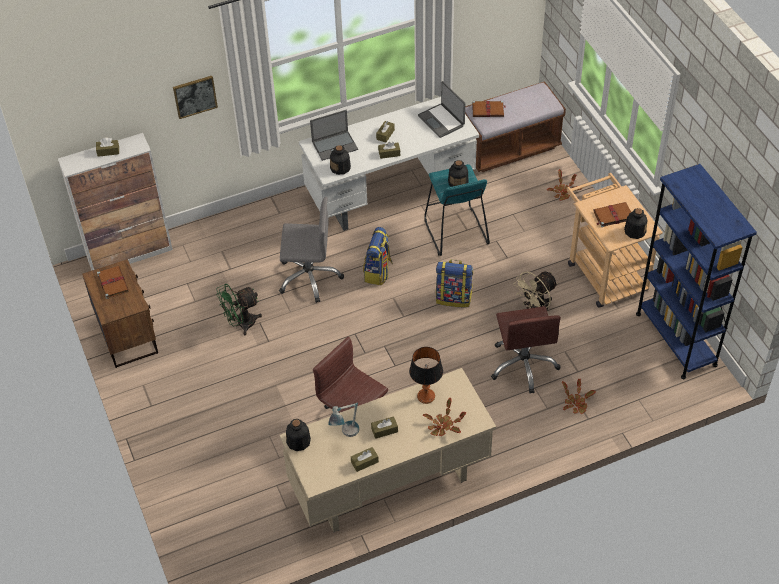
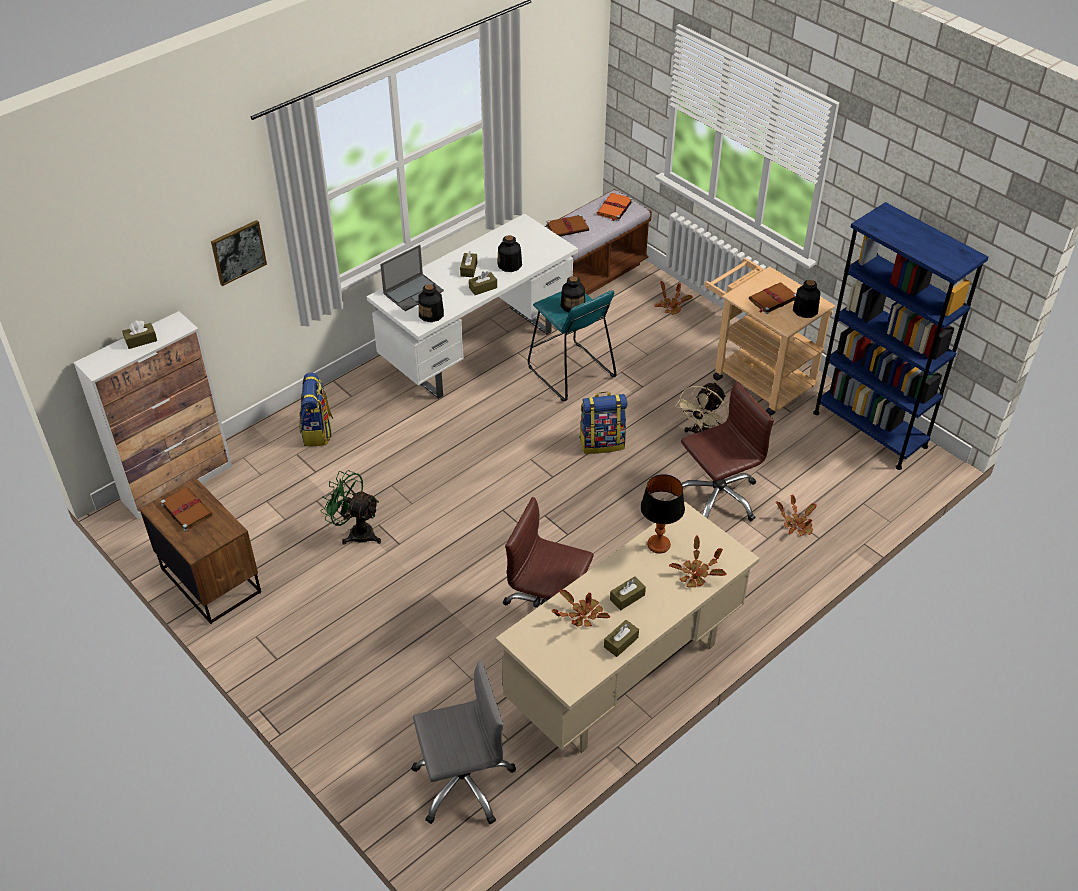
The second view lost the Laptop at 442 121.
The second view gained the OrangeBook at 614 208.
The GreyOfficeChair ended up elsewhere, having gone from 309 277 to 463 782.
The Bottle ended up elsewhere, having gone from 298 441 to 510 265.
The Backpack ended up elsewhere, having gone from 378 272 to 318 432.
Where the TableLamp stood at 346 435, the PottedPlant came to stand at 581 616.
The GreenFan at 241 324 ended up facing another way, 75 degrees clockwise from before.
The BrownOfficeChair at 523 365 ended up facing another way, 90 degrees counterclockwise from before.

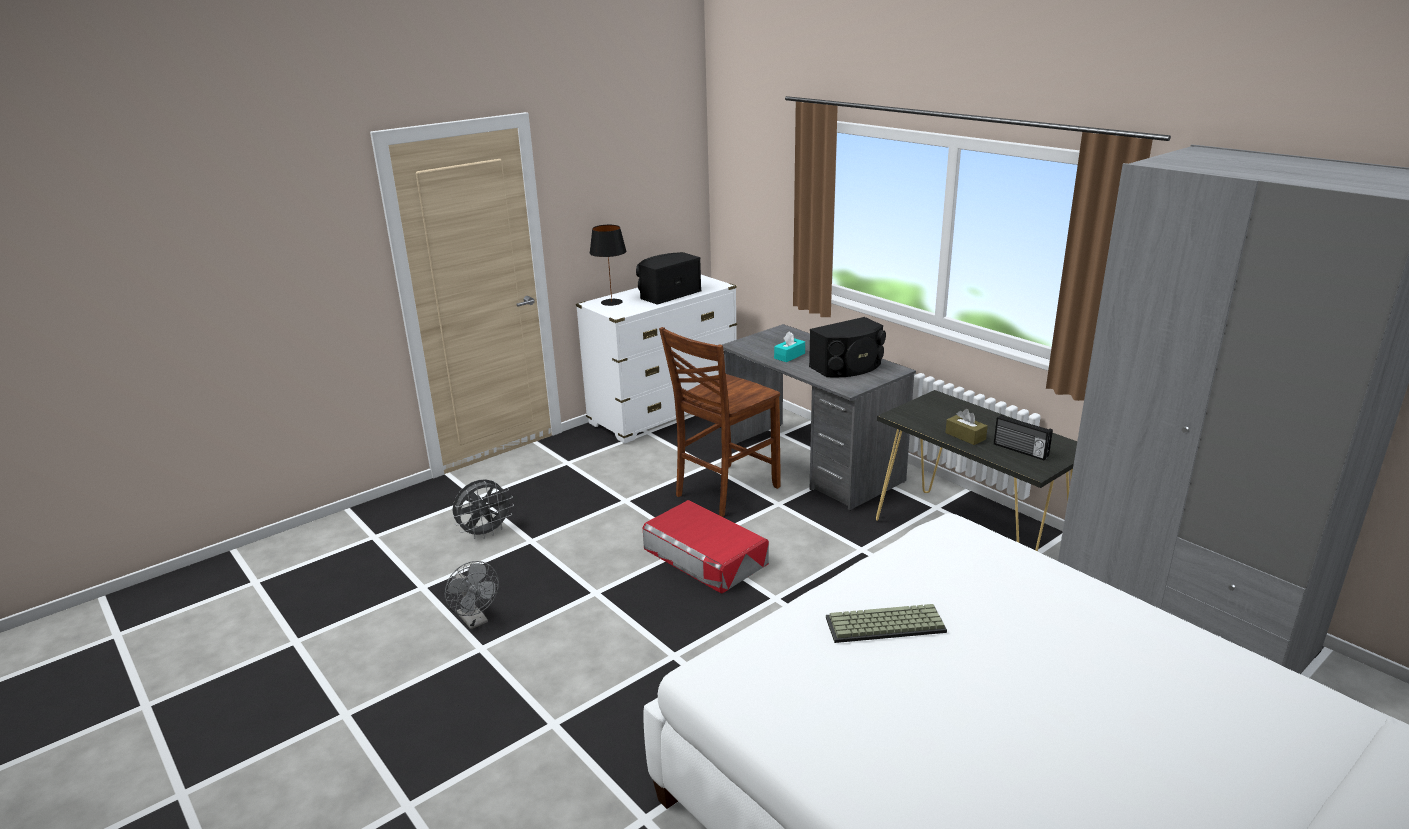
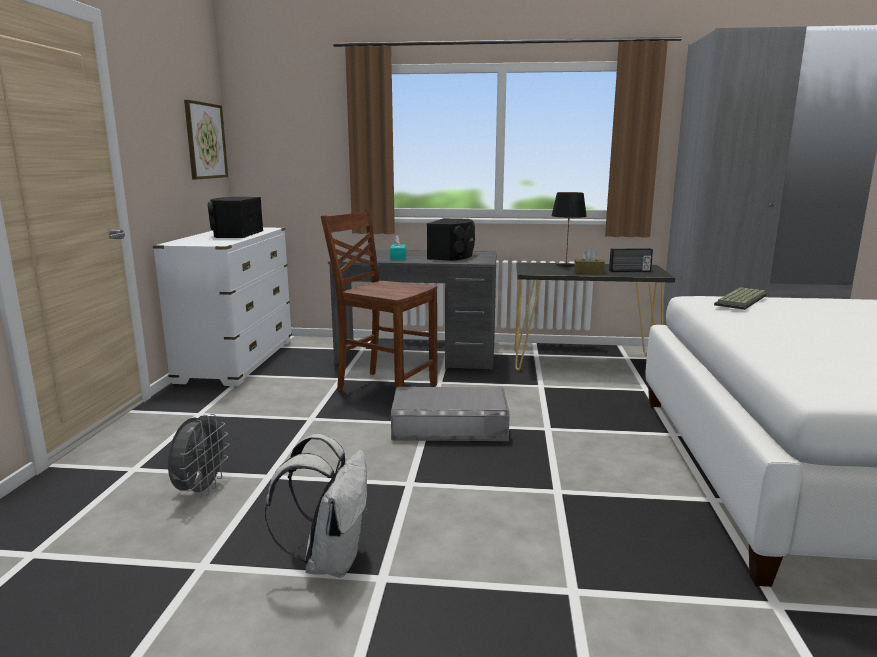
The second view gained the Picture at 205 141.
The BlackTableLamp ended up elsewhere, having gone from 612 302 to 566 265.
The Keyboard ended up elsewhere, having gone from 884 626 to 742 300.
Where the GreyFan stood at 475 621, the WhiteBackpack came to stand at 330 560.
What was the RedStorageBox at 704 556 turned into the GreyStorageBox at 449 426.
The BrownChair at 724 491 ended up facing another way, 120 degrees clockwise from before.

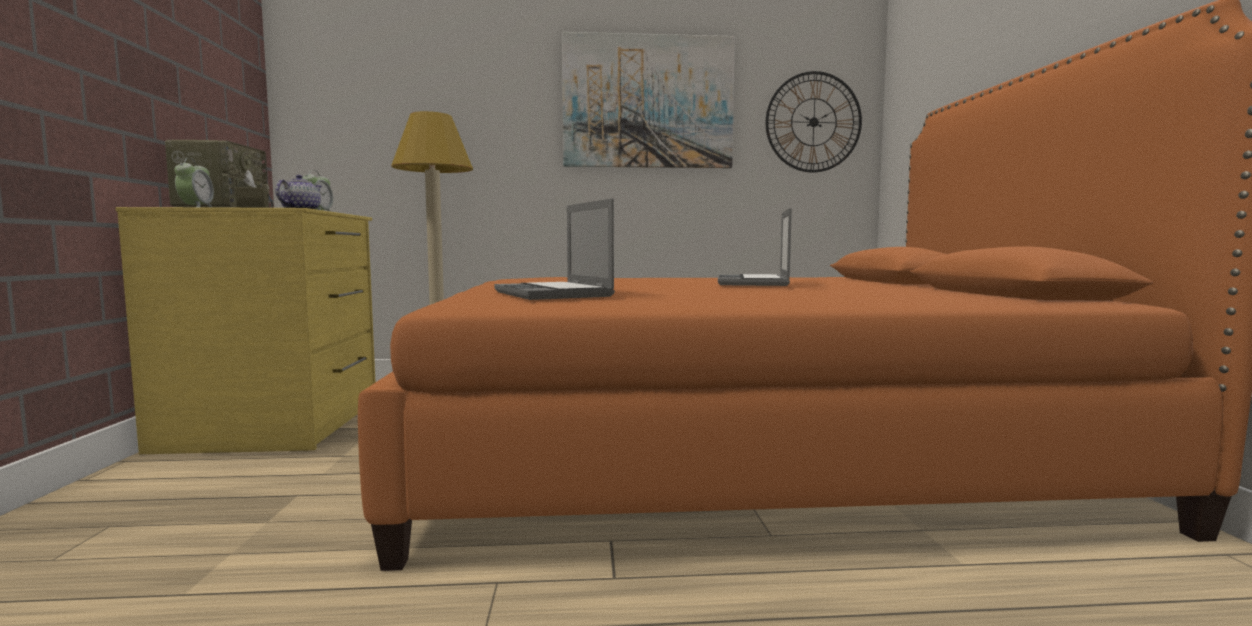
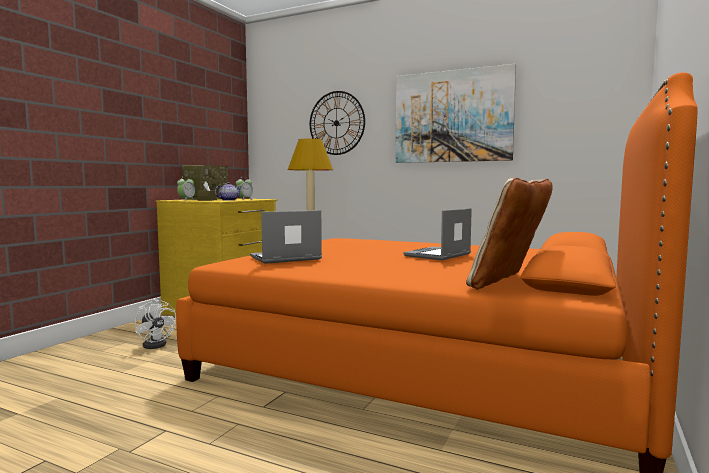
The second view gained the WhiteFan at 157 344.
The second view gained the BeigePillow at 509 283.
The WallClock ended up elsewhere, having gone from 813 122 to 336 123.
The Laptop at 554 294 ended up facing another way, 60 degrees clockwise from before.

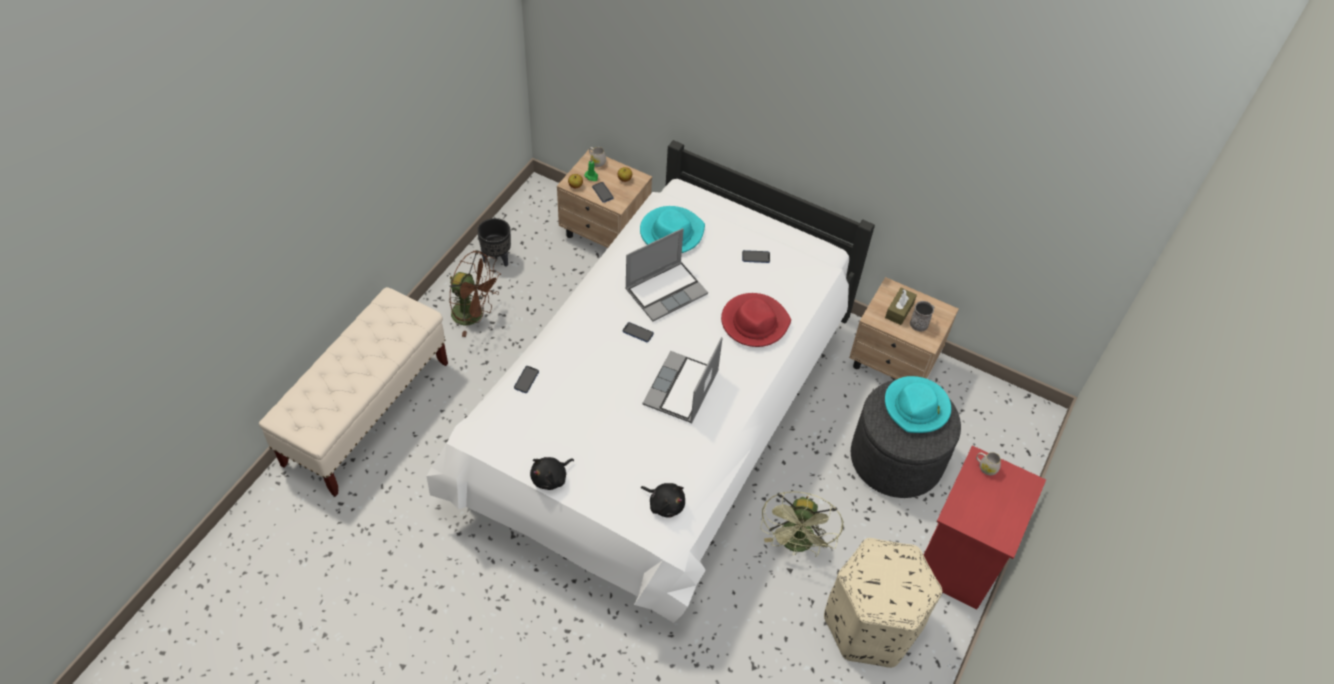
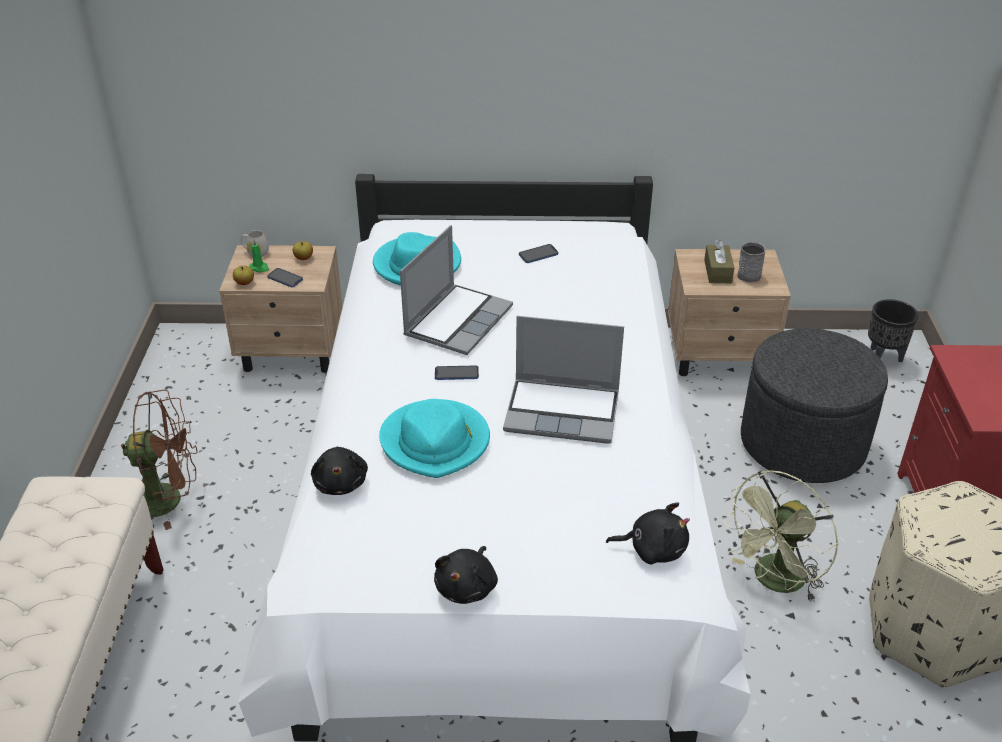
The second view lost the RedHat at 754 322.
The second view lost the WhiteMug at 985 467.
The BlackPlanter ended up elsewhere, having gone from 496 258 to 882 359.
The TurquoiseHat ended up elsewhere, having gone from 917 407 to 436 442.
Where the Phone stood at 526 380, the BlackPlushToy came to stand at 341 482.
The Laptop at 682 390 ended up facing another way, 75 degrees counterclockwise from before.
The GreenFan at 796 544 ended up facing another way, 60 degrees clockwise from before.

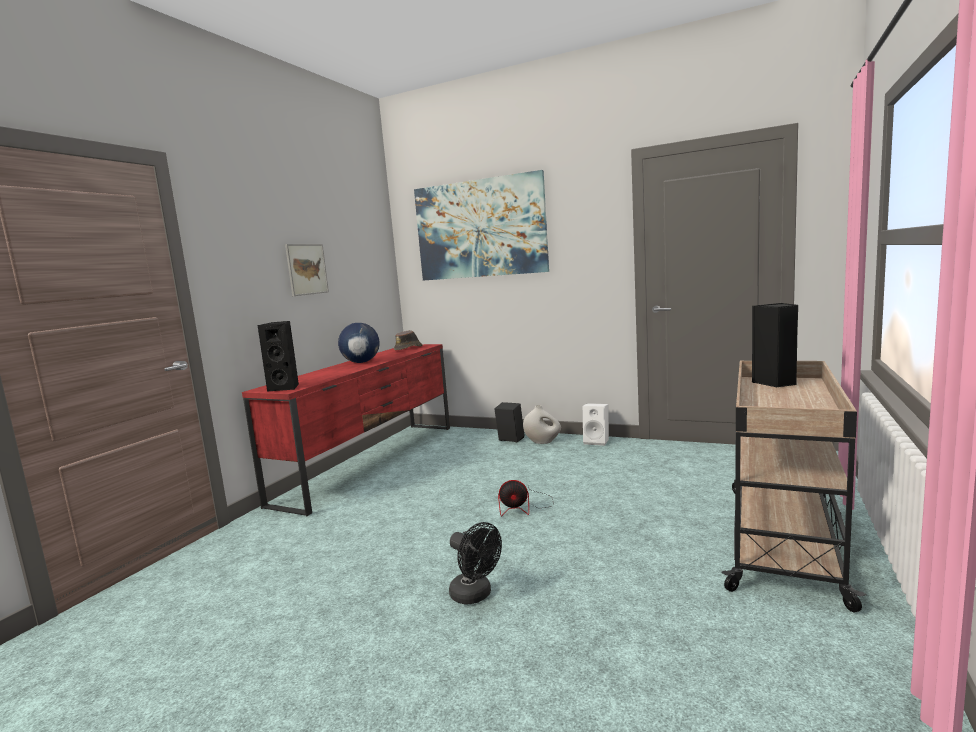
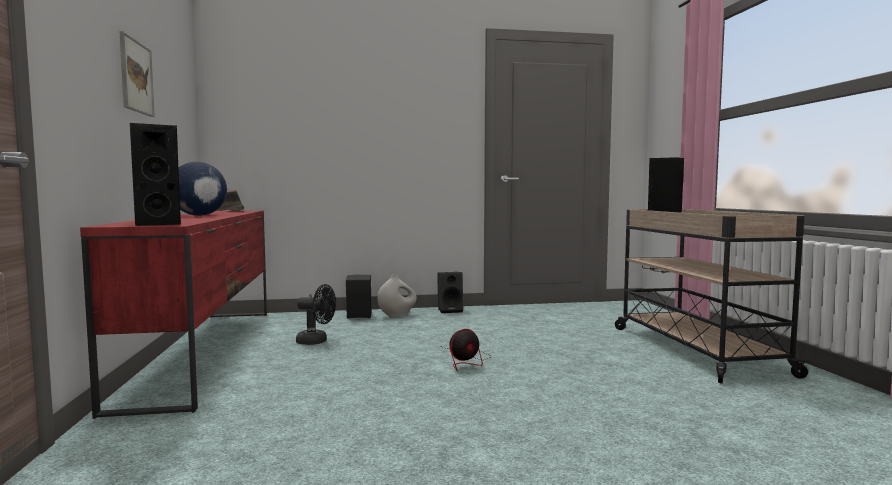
The second view lost the Picture at 480 229.
The BlackFan ended up elsewhere, having gone from 475 595 to 316 341.
What was the WhiteSpeaker at 597 441 turned into the BlackSpeaker at 450 310.

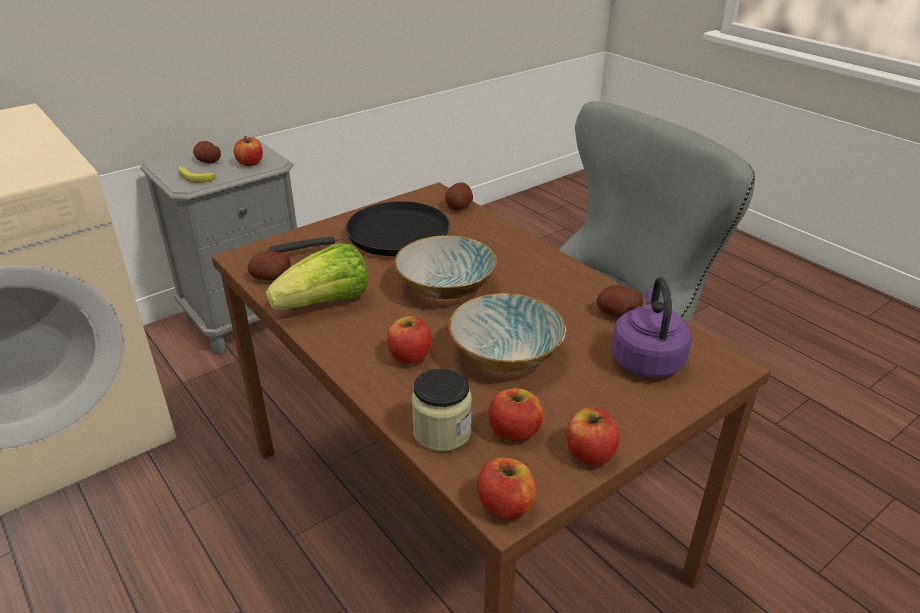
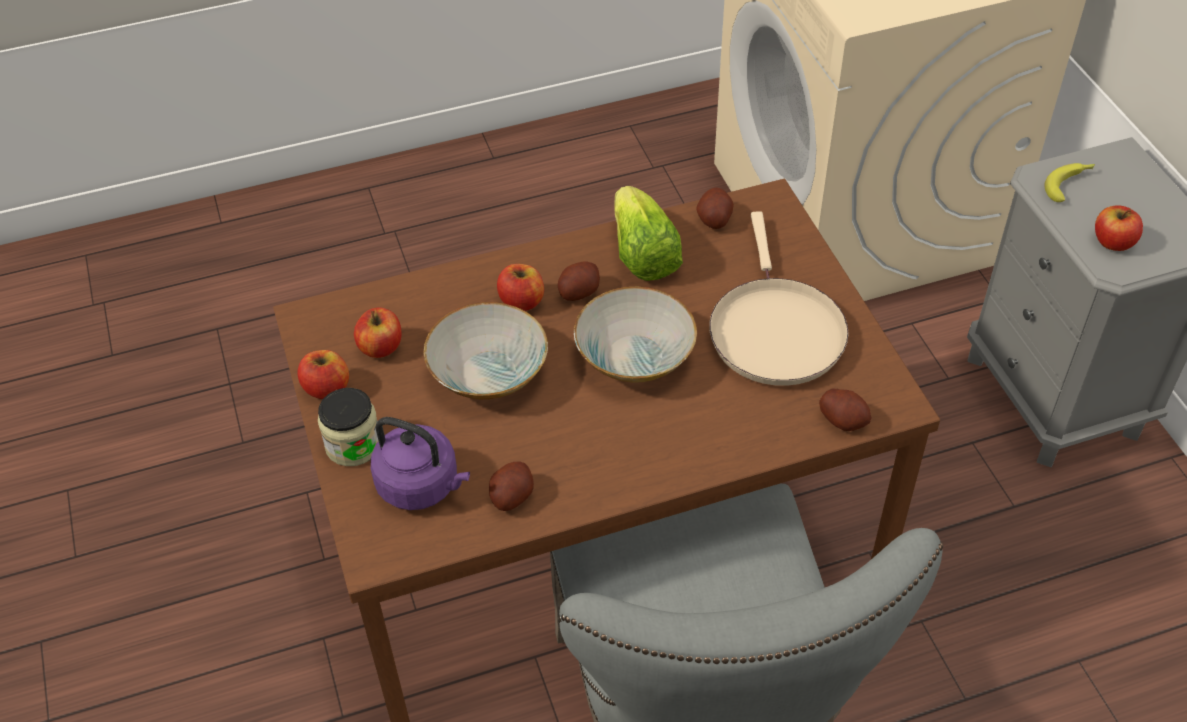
The second view lost the Apple at 505 505.
The Potato ended up elsewhere, having gone from 208 161 to 578 291.
The Jar ended up elsewhere, having gone from 442 432 to 353 445.
What was the BlackFryingPan at 390 237 turned into the BeigeFryingPan at 774 330.

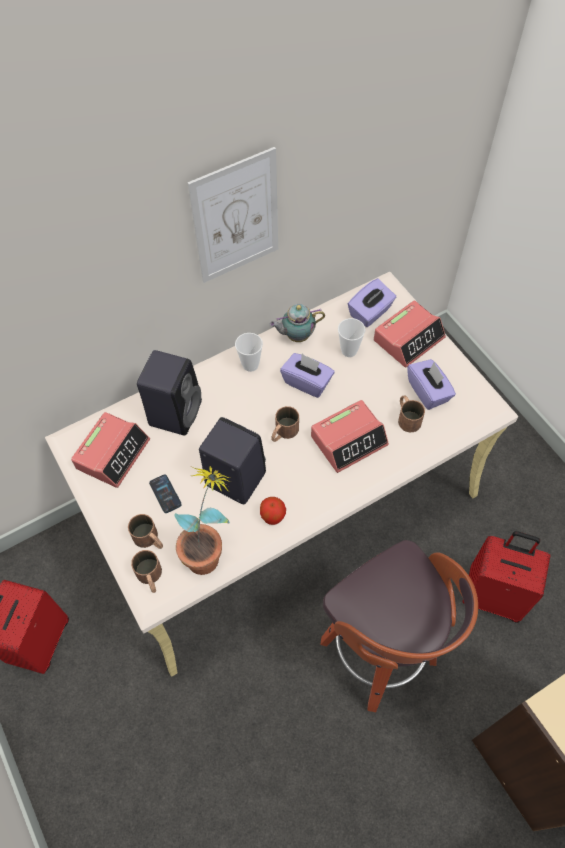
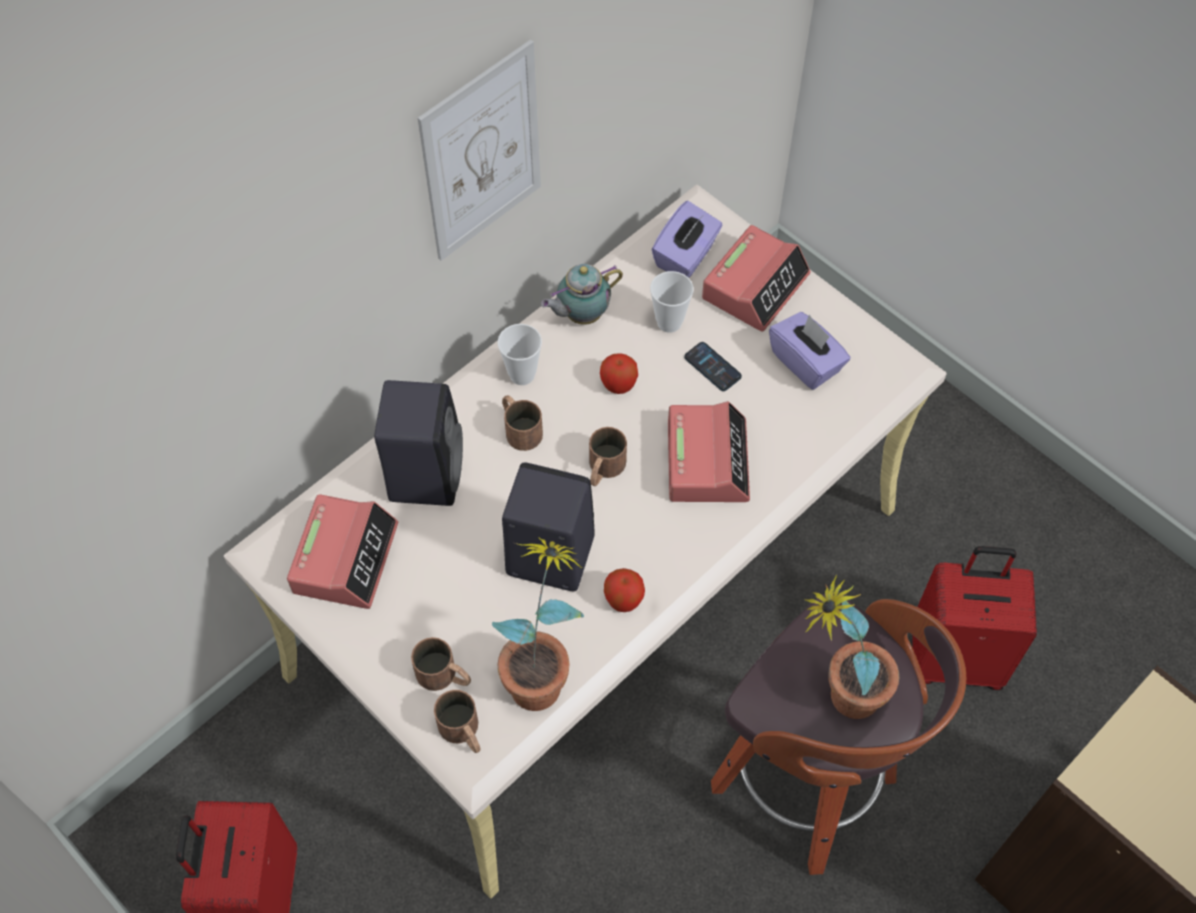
The second view gained the PottedPlant at 838 692.
The Phone ended up elsewhere, having gone from 165 494 to 712 367.
The BrownMug ended up elsewhere, having gone from 407 417 to 519 428.
Where the PurpleTissueBox stood at 307 382, the Apple came to stand at 618 384.
The AlarmClock at 349 440 ended up facing another way, 45 degrees counterclockwise from before.

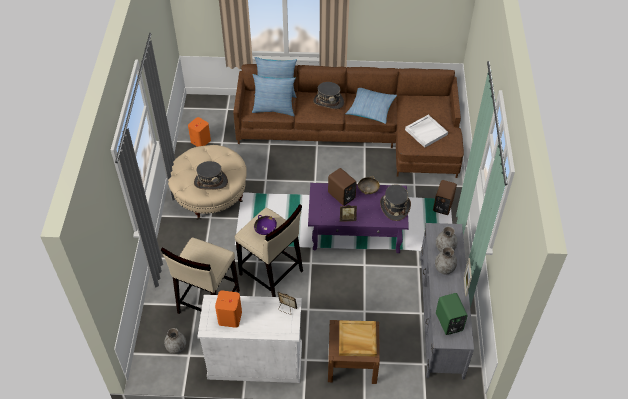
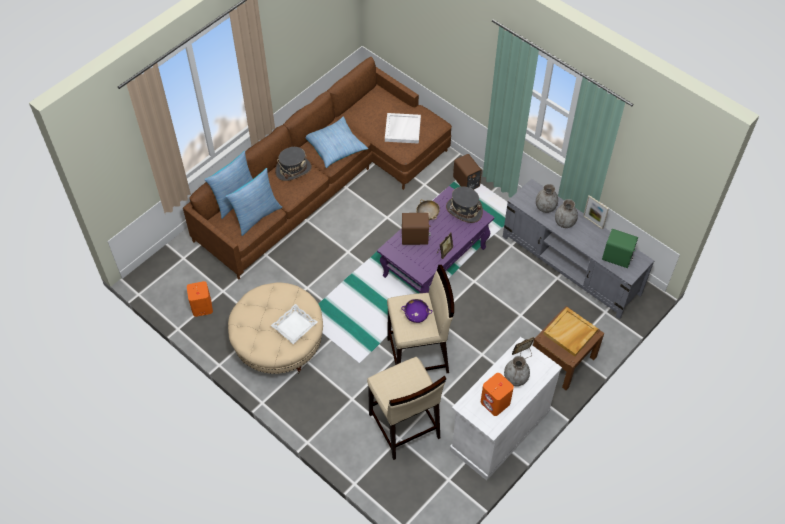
The GreyVase ended up elsewhere, having gone from 176 348 to 515 379.
Where the GreyHat stood at 211 182, the WhiteTray came to stand at 294 325.

